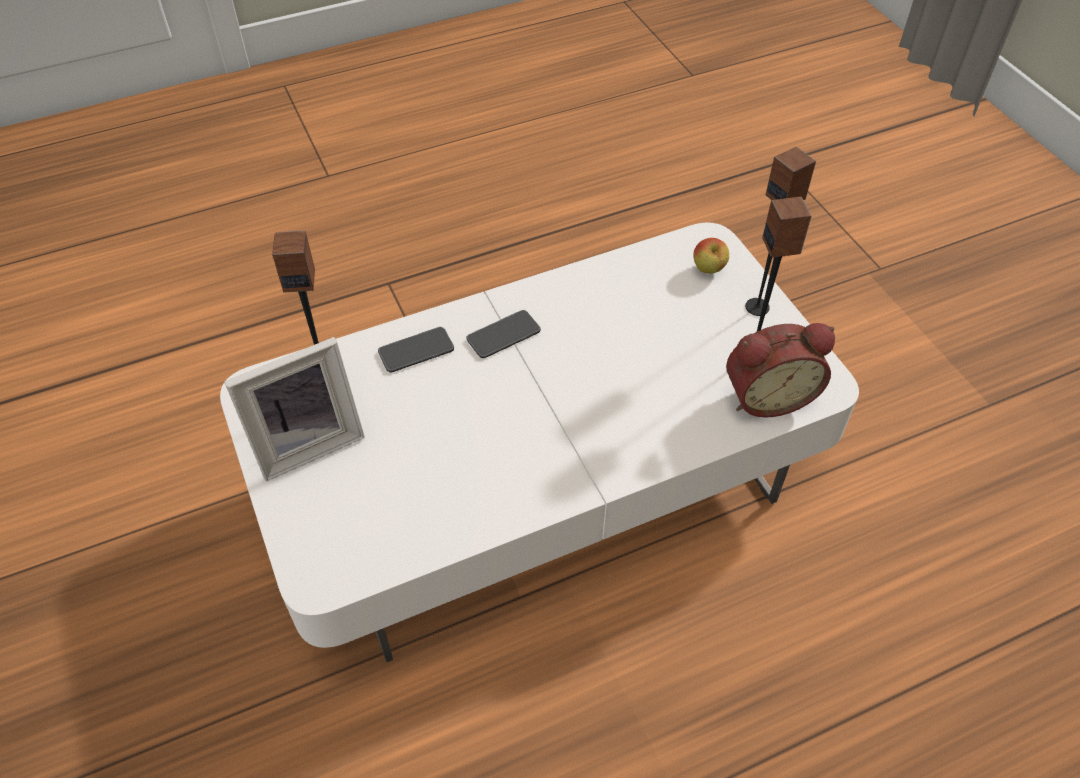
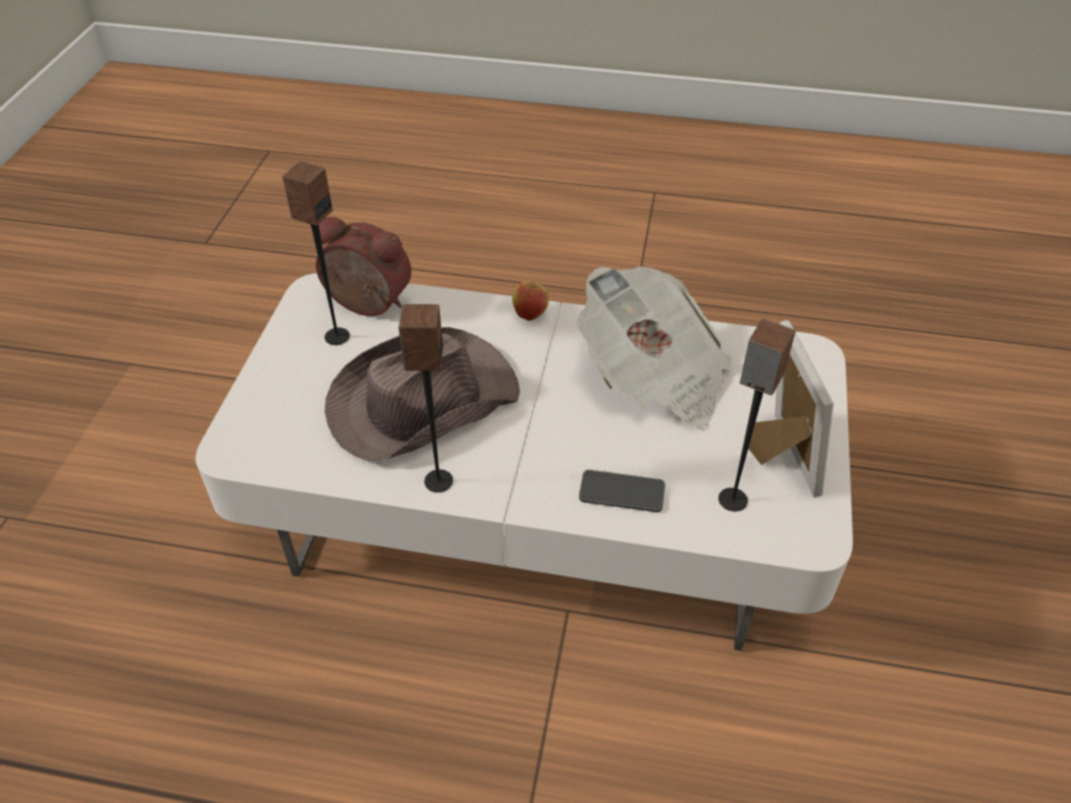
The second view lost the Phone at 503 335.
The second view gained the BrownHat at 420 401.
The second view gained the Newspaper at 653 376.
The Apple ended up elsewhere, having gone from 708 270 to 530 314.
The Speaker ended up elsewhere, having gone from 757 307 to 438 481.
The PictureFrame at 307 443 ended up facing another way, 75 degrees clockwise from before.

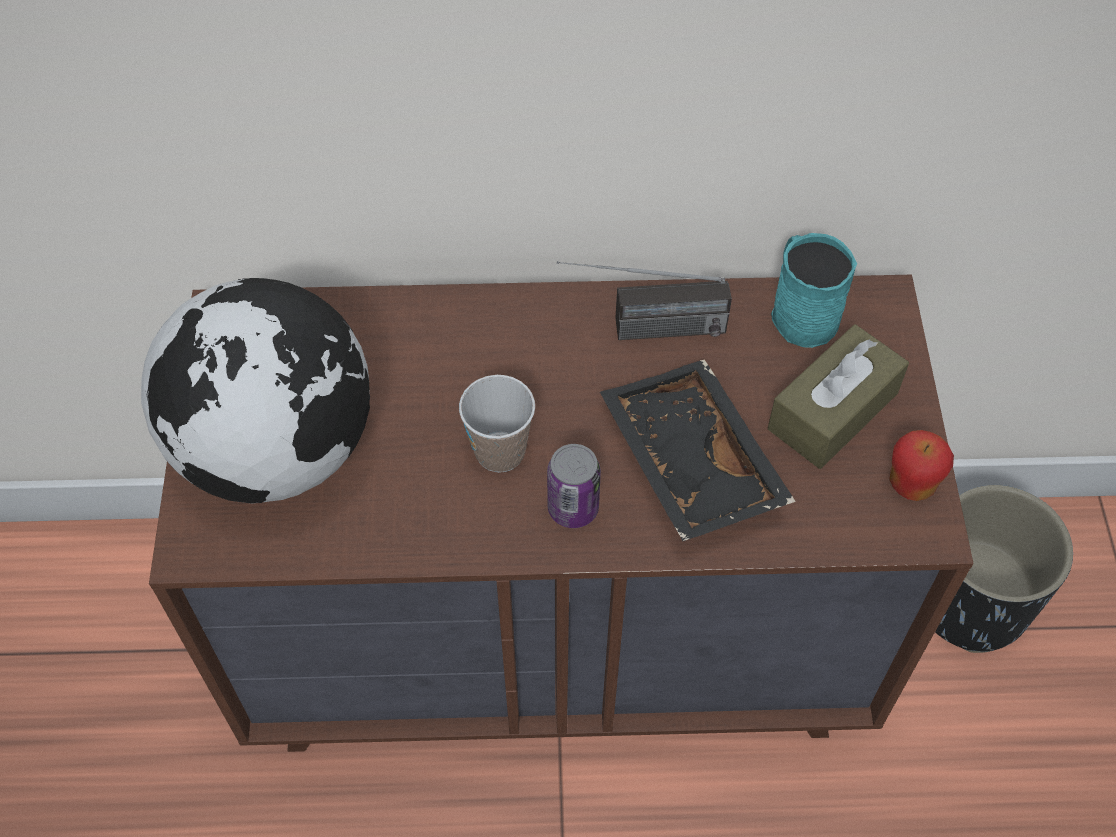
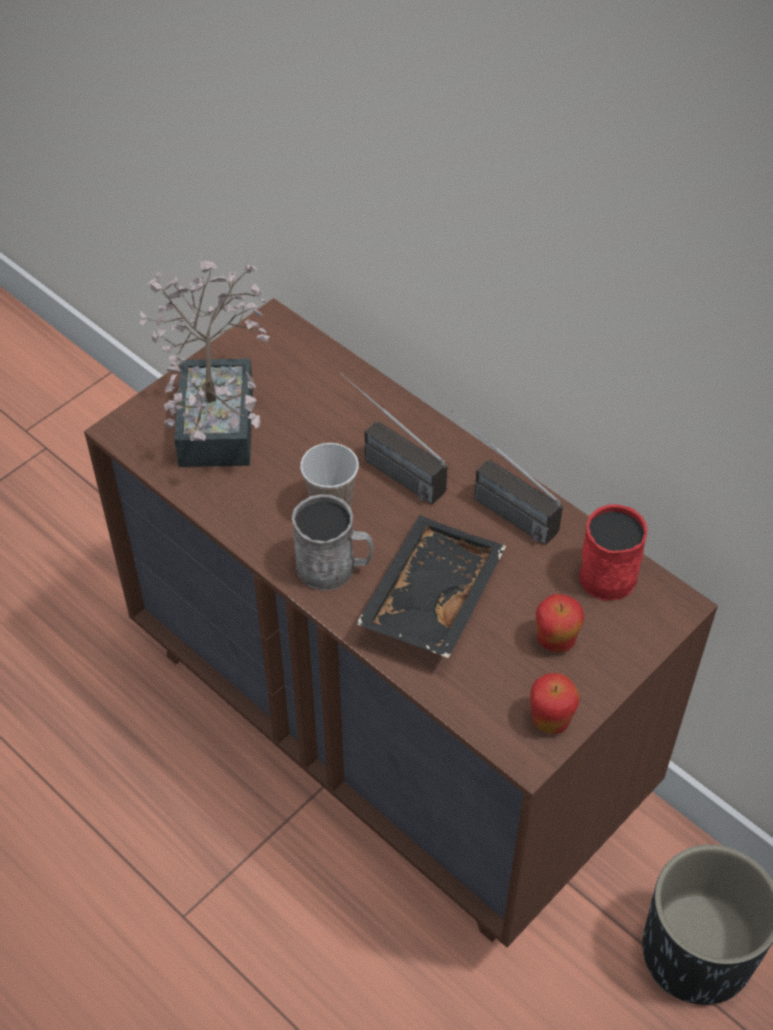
The second view gained the Radio at 385 465.
Where the Globe stood at 278 449, the PottedPlant came to stand at 219 414.
Where the Can stood at 573 508, the GreyMug came to stand at 334 567.
Where the BrownTissueBox stood at 833 411, the Apple came to stand at 555 640.
What was the TurquoiseMug at 800 311 turned into the RedMug at 610 569.

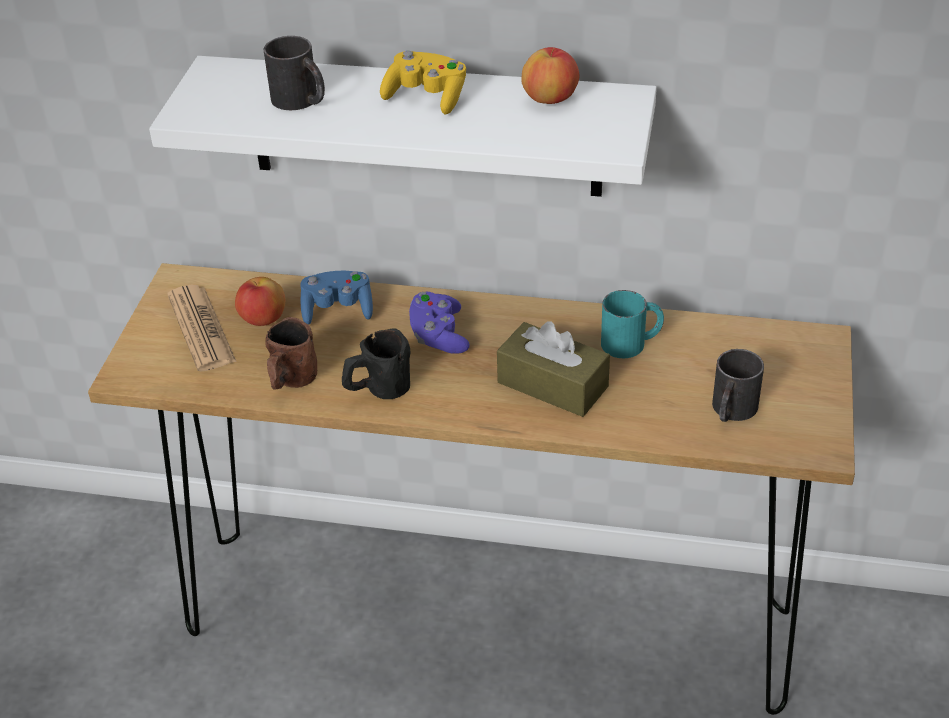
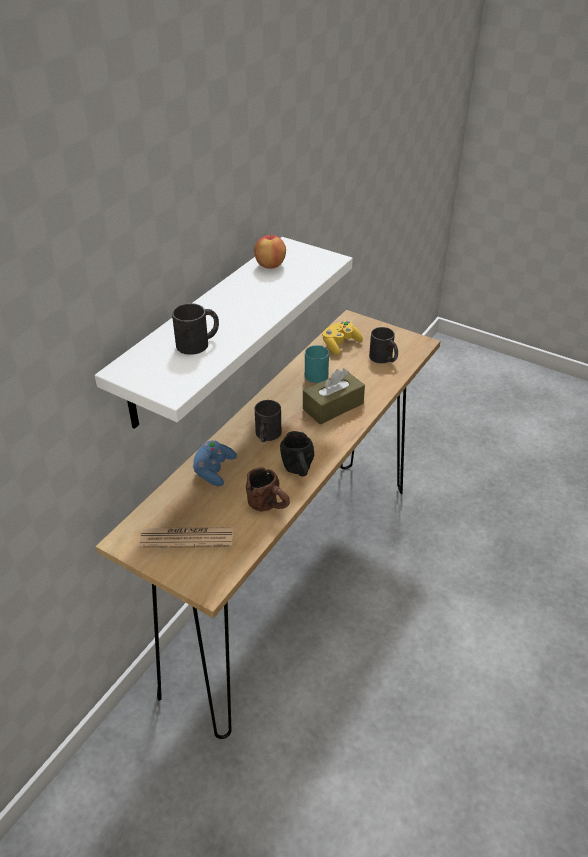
The second view lost the Apple at 263 319.
The YellowGameController ended up elsewhere, having gone from 427 98 to 340 344.
Where the PurpleGameController stood at 438 336, the BlackMug came to stand at 266 435.

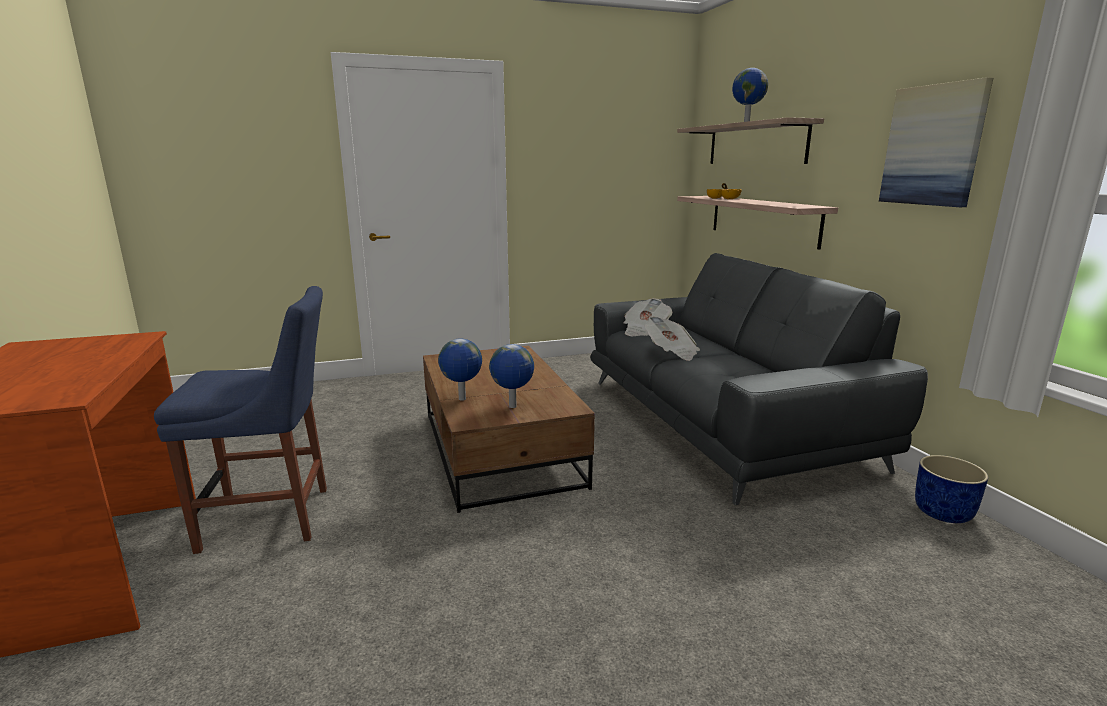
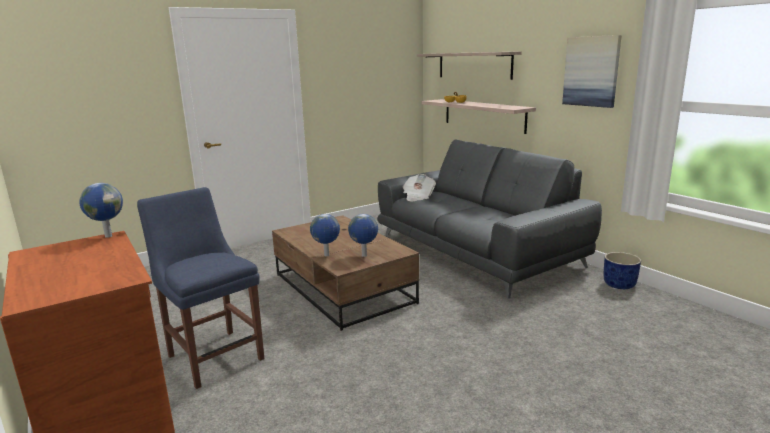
The second view lost the Newspaper at 671 352.
The Globe ended up elsewhere, having gone from 746 122 to 108 236.
The BlueChair at 273 518 ended up facing another way, 105 degrees counterclockwise from before.

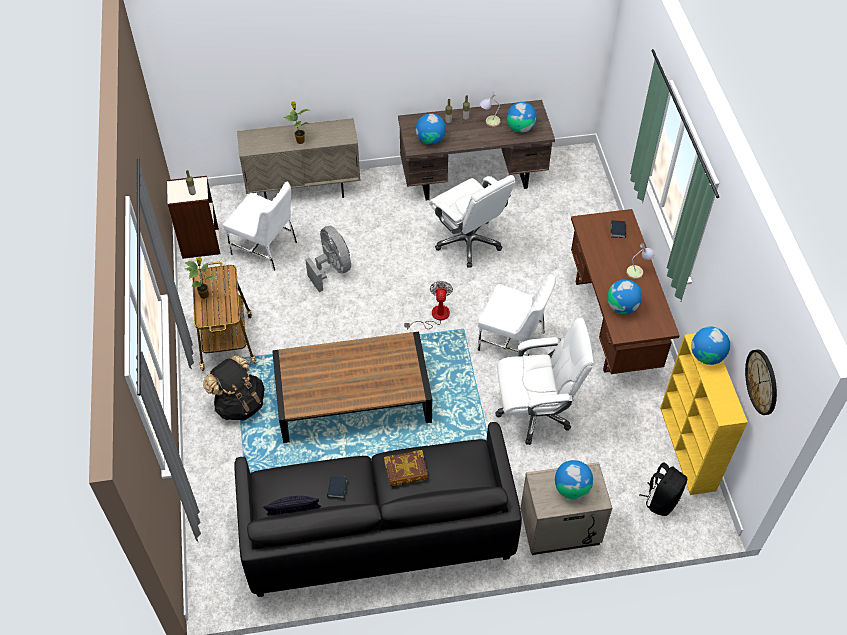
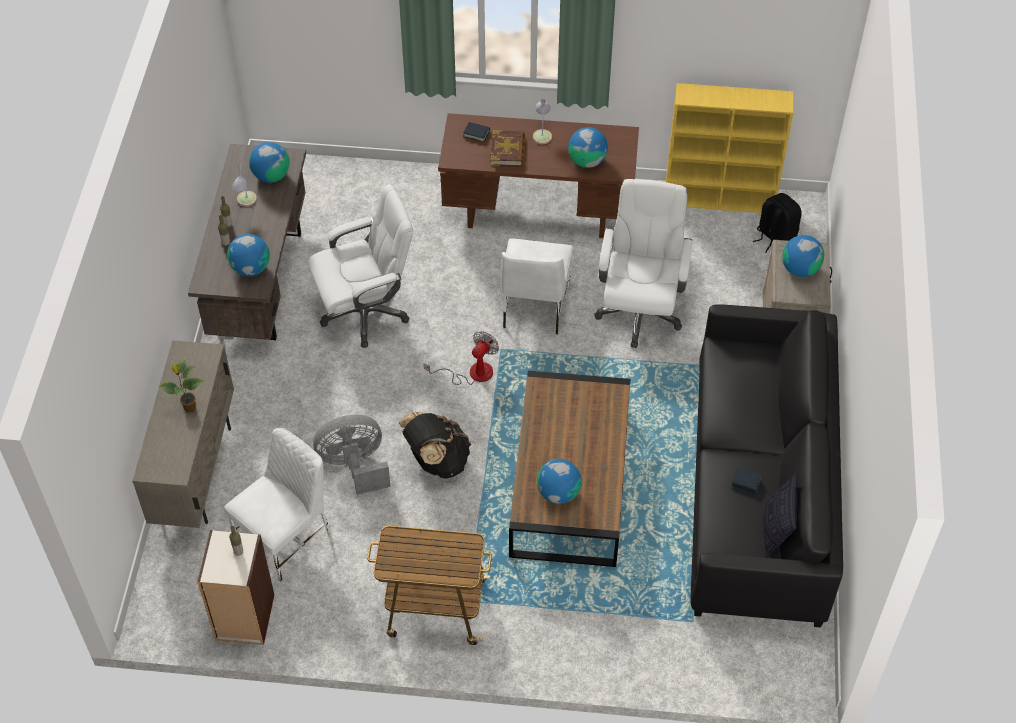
The second view lost the PottedPlant at 205 295.
The second view lost the WallClock at 762 382.
The BlackBackpack ended up elsewhere, having gone from 239 404 to 437 461.
The Book ended up elsewhere, having gone from 406 470 to 508 151.
The Globe ended up elsewhere, having gone from 706 356 to 558 493.
The Fan at 434 316 ended up facing another way, 105 degrees clockwise from before.
The WhiteChair at 512 341 ended up facing another way, 150 degrees clockwise from before.

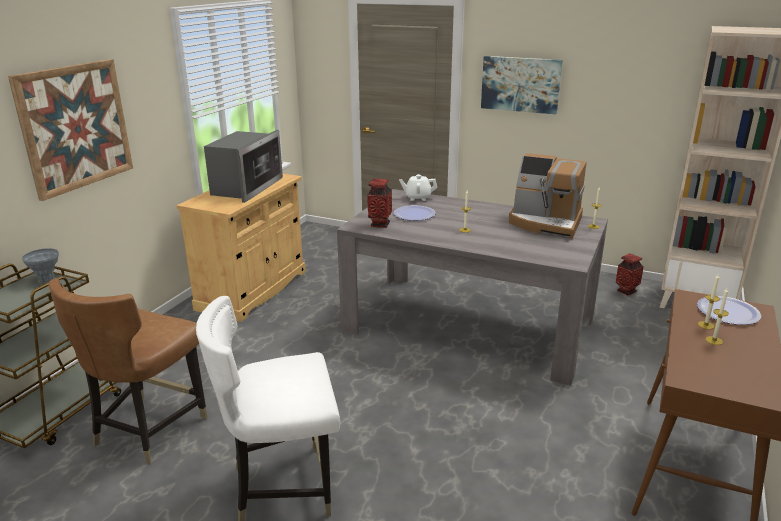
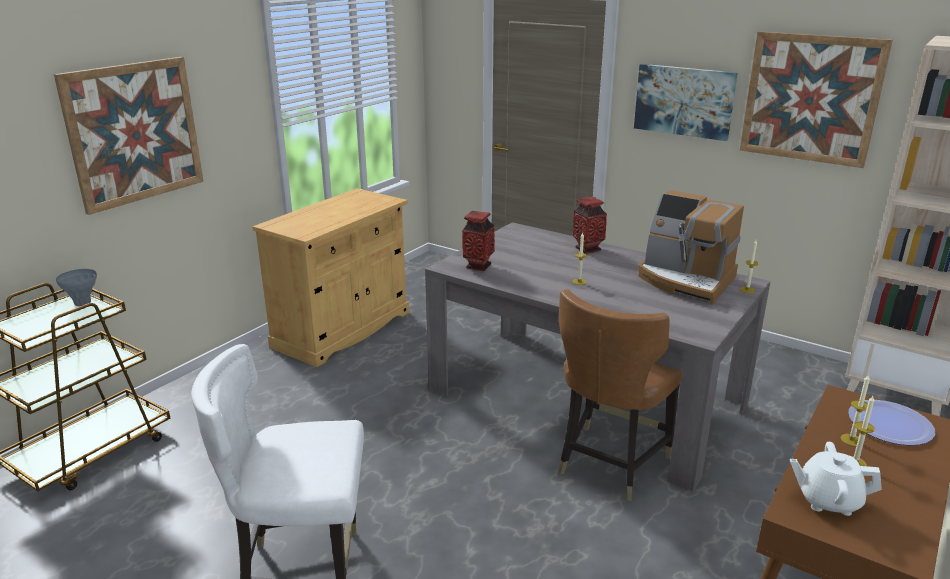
The second view lost the Microwave at 246 187.
The second view lost the Plate at 414 214.
The second view gained the Picture at 811 98.
The BrownChair ended up elsewhere, having gone from 149 429 to 610 462.
The WhiteTeapot ended up elsewhere, having gone from 418 197 to 827 500.
The Vase ended up elsewhere, having gone from 626 291 to 588 249.

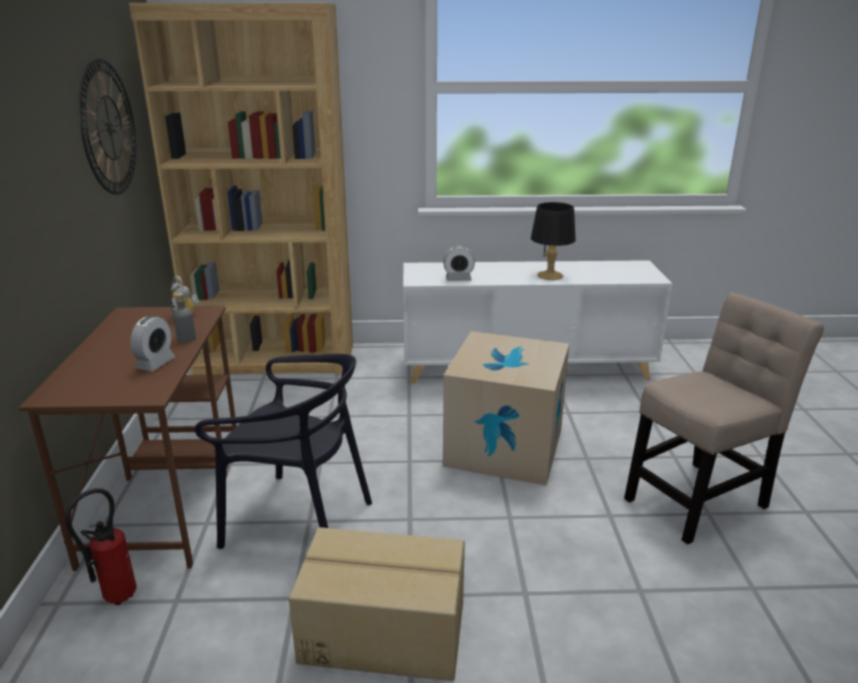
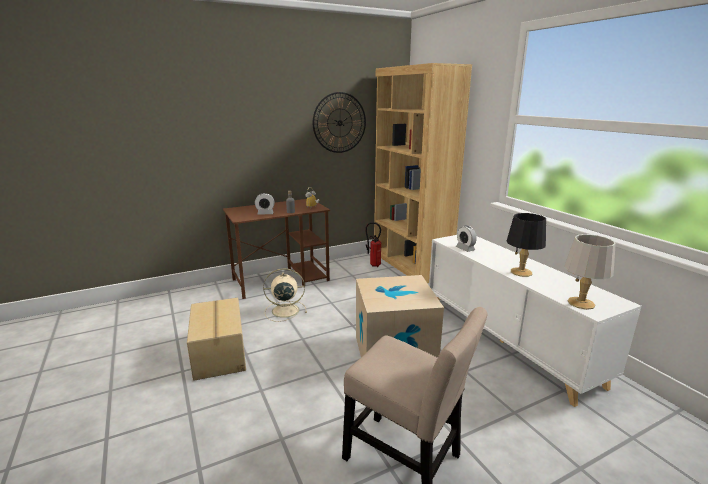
The second view gained the GreyTableLamp at 581 303.
The FireExtinguisher ended up elsewhere, having gone from 114 598 to 373 265.
Where the BlackChair stood at 298 520, the BeigeFan came to stand at 284 310.

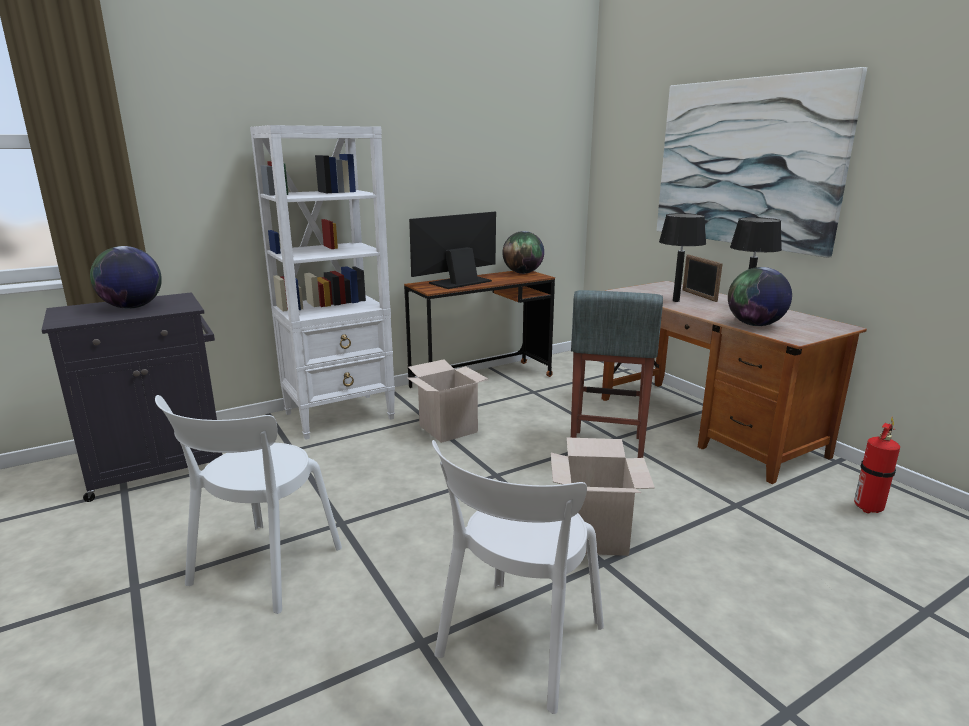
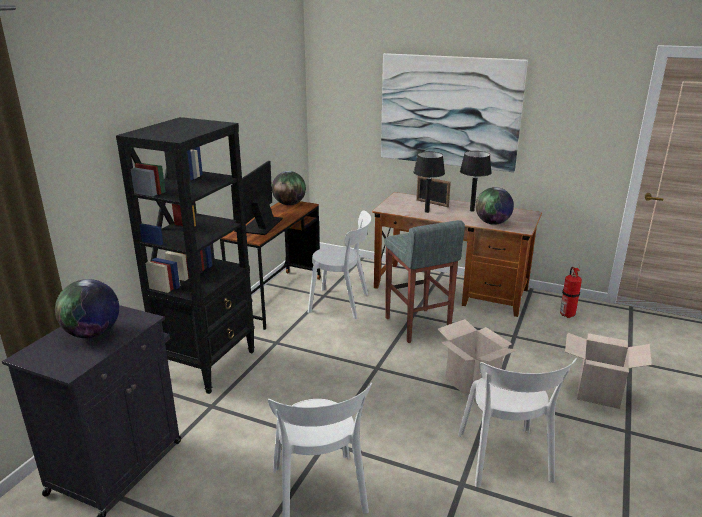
The second view gained the WhiteChair at 342 303.
The CardboardBox ended up elsewhere, having gone from 448 429 to 598 393.
What was the WhiteBookcase at 340 416 turned into the BlackBookcase at 208 364.

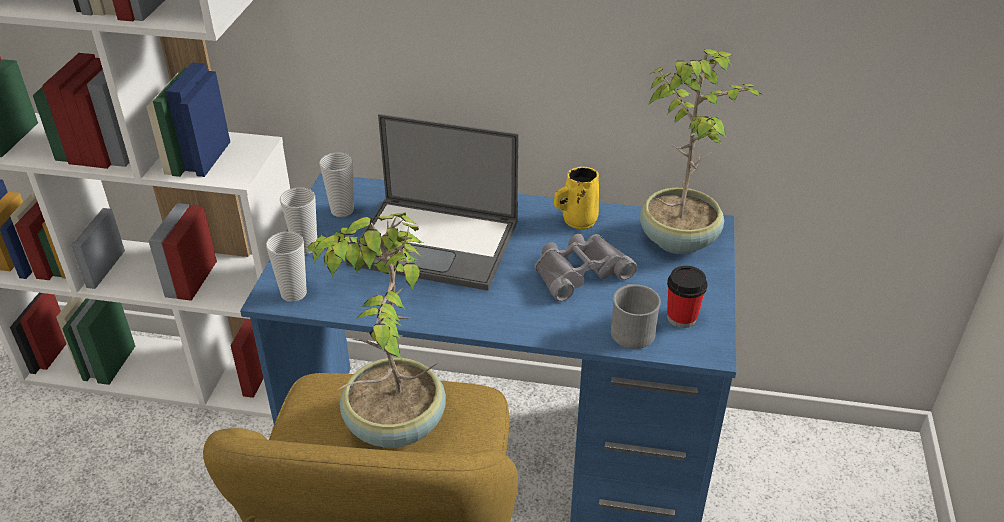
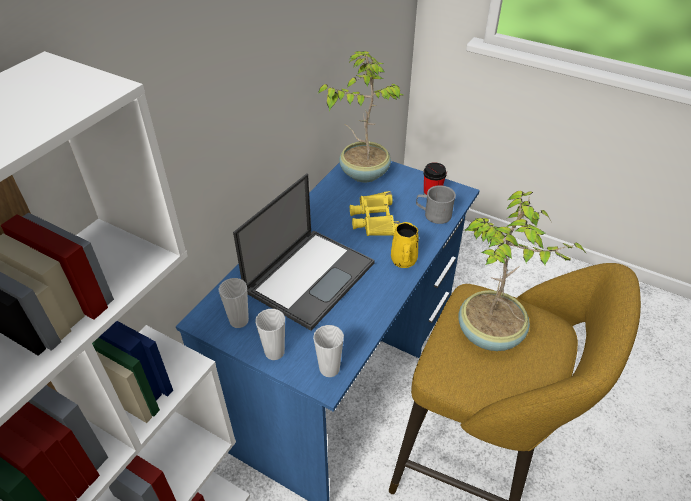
The YellowMug ended up elsewhere, having gone from 577 220 to 403 261.
What was the GreyBinoculars at 579 271 turned into the YellowBinoculars at 374 219.

